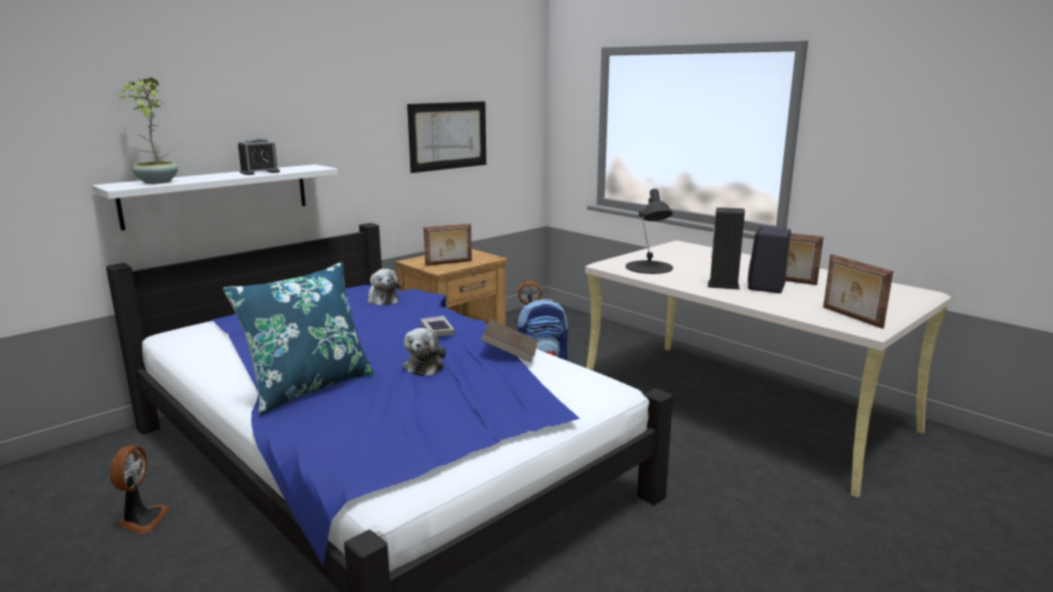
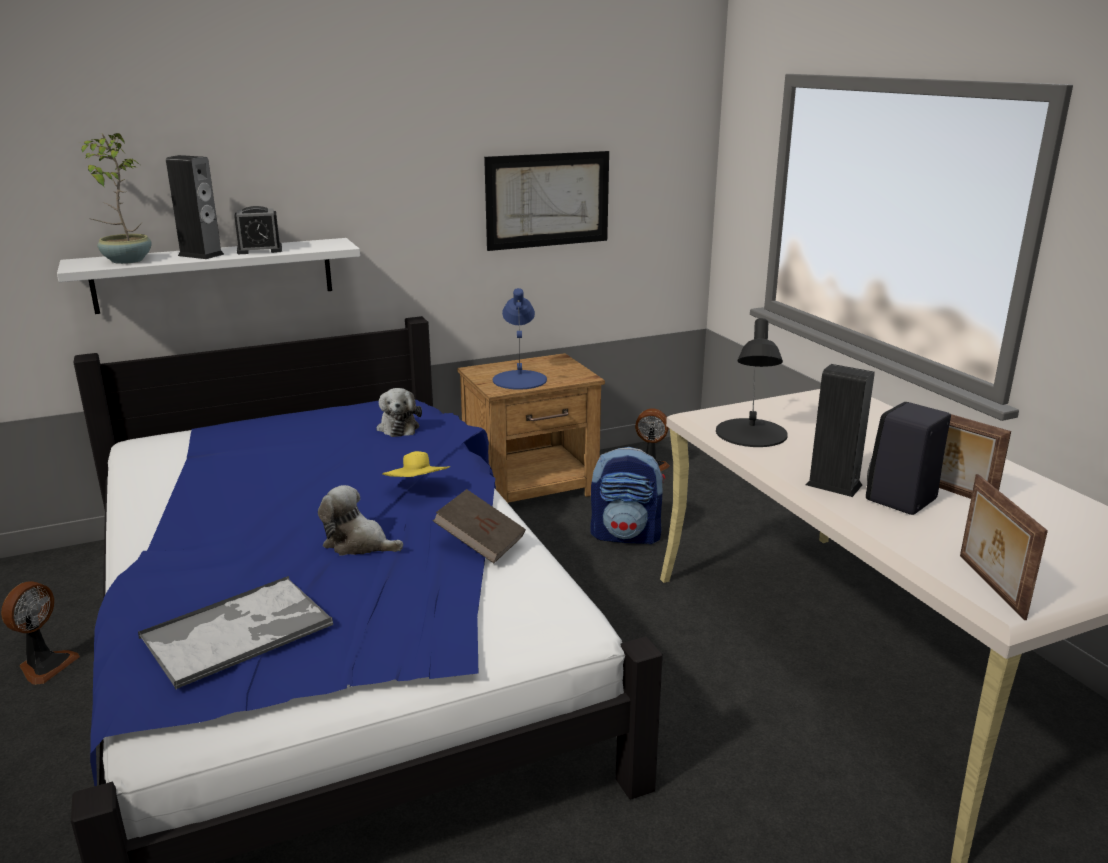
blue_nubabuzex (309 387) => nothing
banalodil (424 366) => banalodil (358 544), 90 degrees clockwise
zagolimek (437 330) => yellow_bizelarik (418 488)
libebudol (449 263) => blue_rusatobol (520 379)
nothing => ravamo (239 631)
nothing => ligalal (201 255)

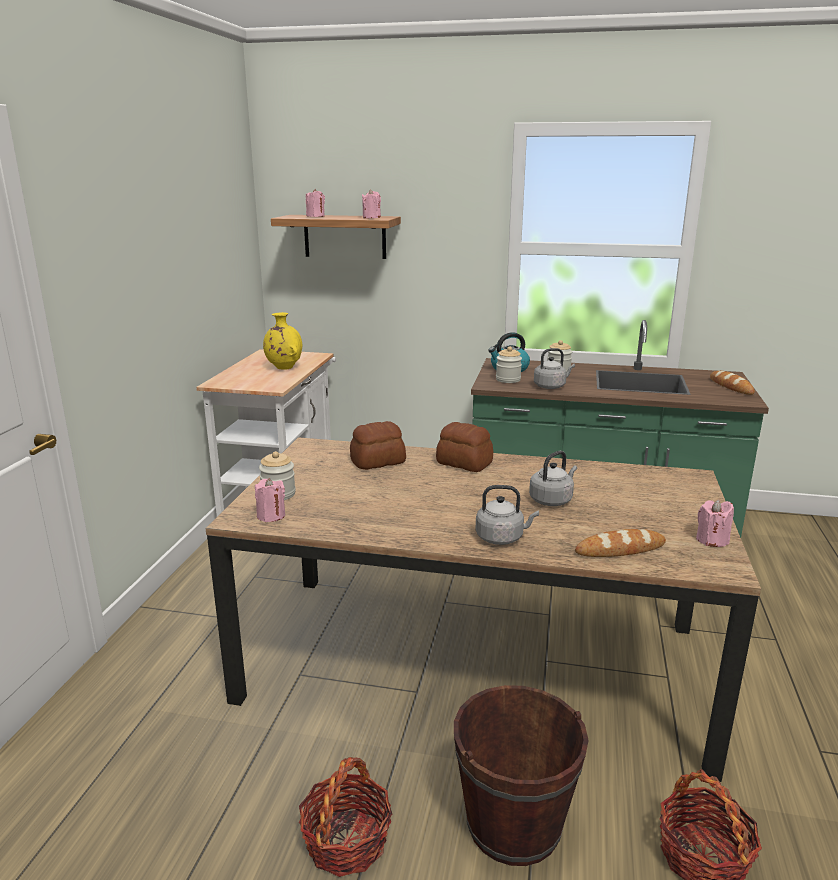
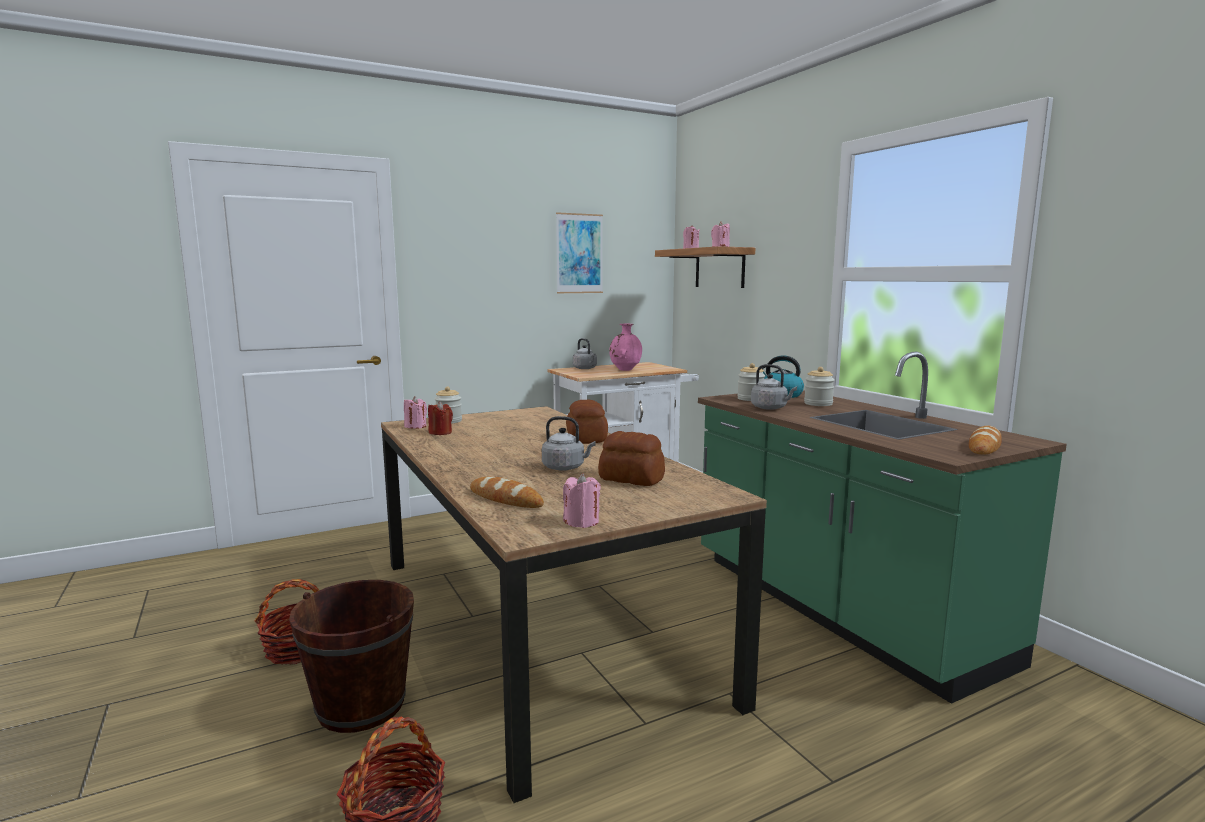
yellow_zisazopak (284 368) => pink_zisazopak (625 370)
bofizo (377 461) => bofizo (631 478), move
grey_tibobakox (502 538) => grey_tibobakox (585 368), move
nothing => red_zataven (440 432)
nothing => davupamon (579 253)

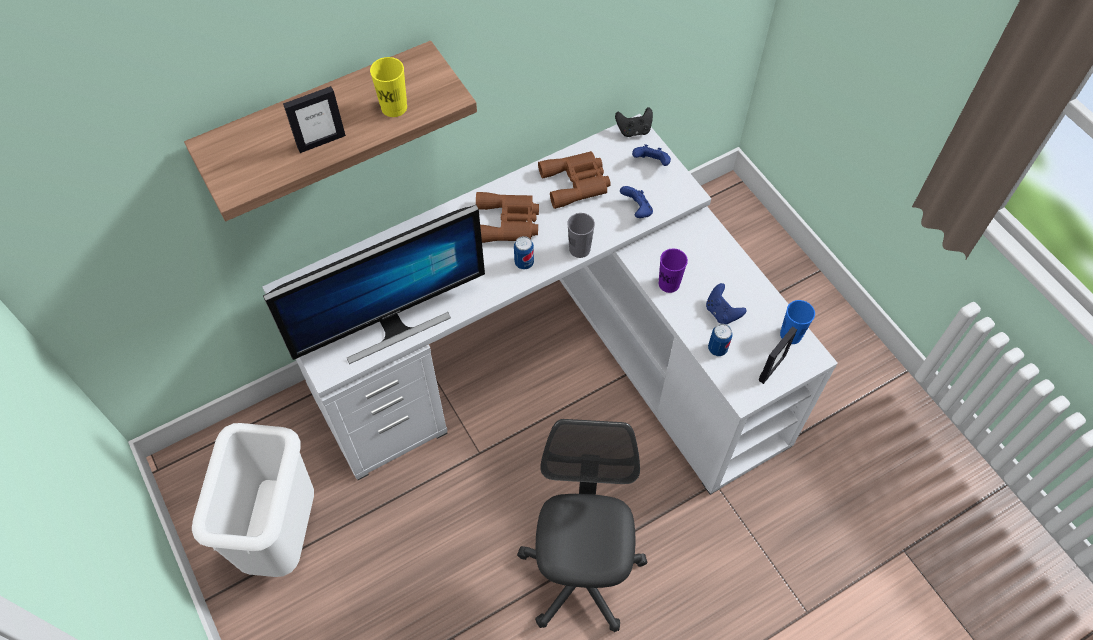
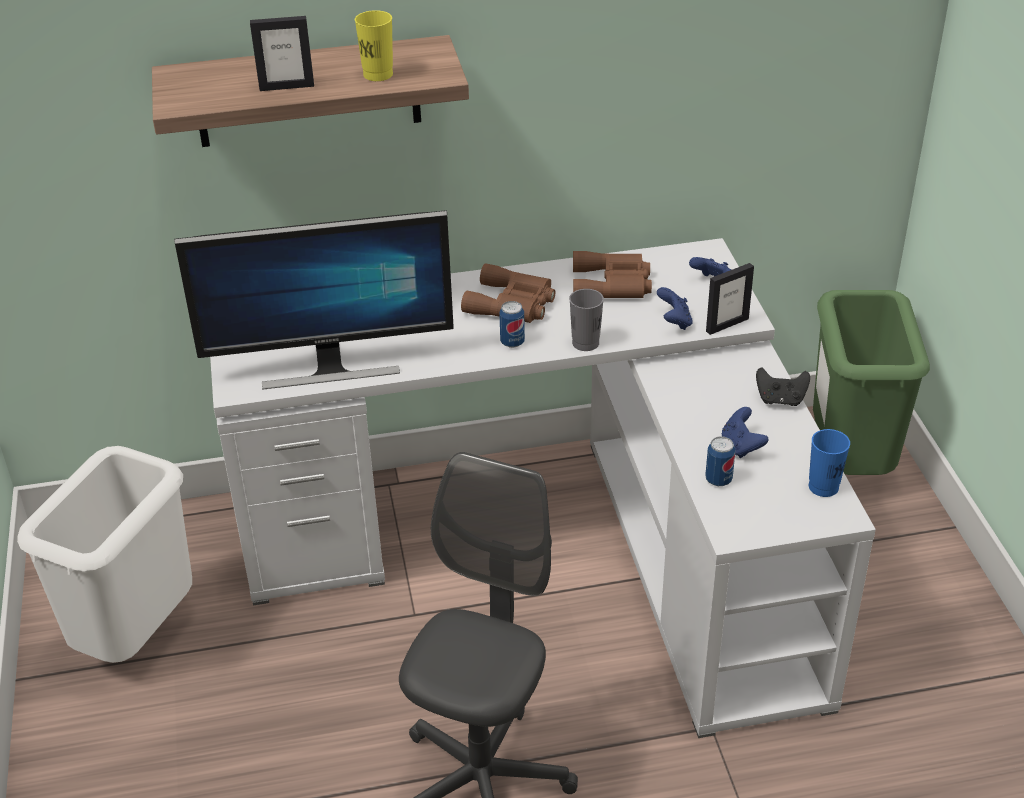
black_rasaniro (634 130) => black_rasaniro (780 400), move
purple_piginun (669 284) => nothing
libebudol (771 368) => libebudol (727 325), move
nothing => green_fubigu (847 464)

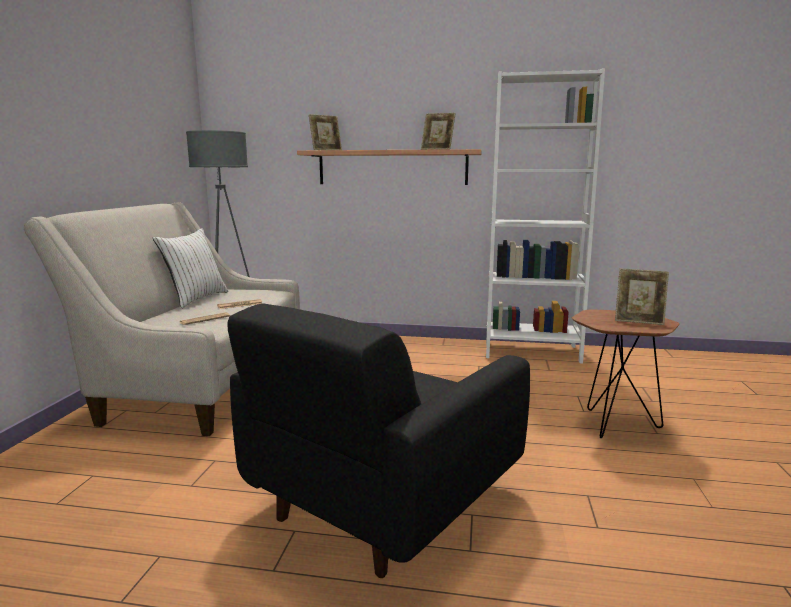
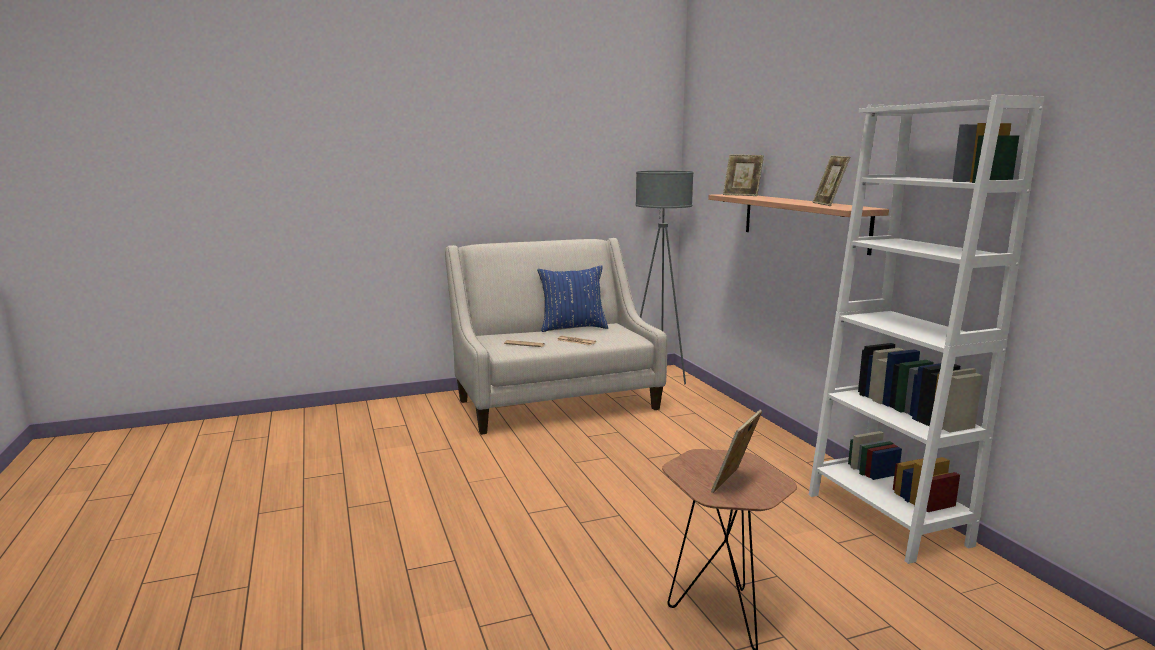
white_nubabuzex (196 299) => blue_nubabuzex (572 328)
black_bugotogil (381 501) => nothing
libebudol (638 321) => libebudol (734 483), 45 degrees clockwise

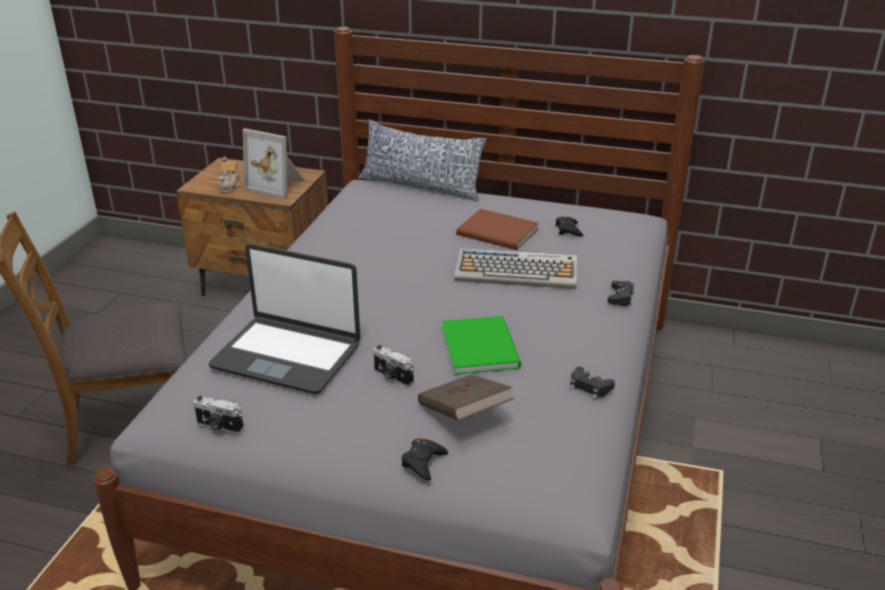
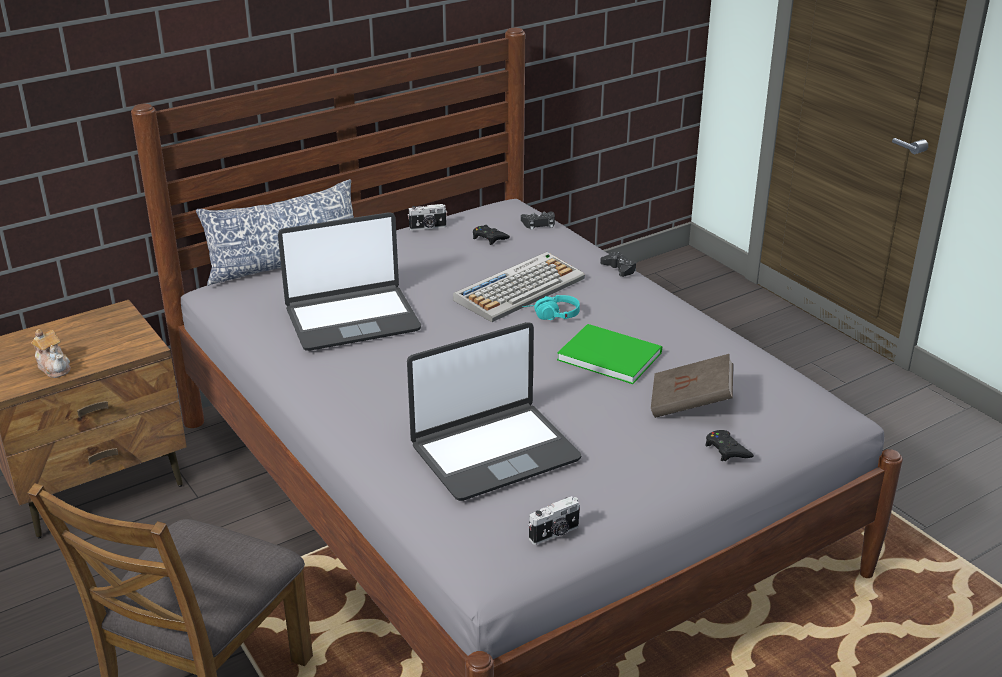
libebudol (278 185) => nothing
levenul (392 377) => levenul (428 227), move
brown_zagolimek (498 233) => nothing
black_rasaniro (589 387) => black_rasaniro (539 224), move
nothing => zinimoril (352 319)
nothing => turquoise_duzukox (551 316)

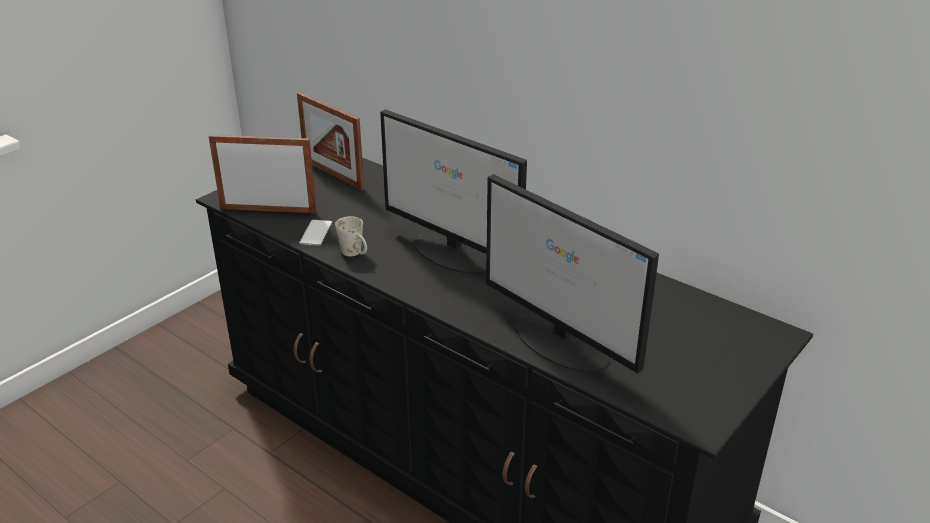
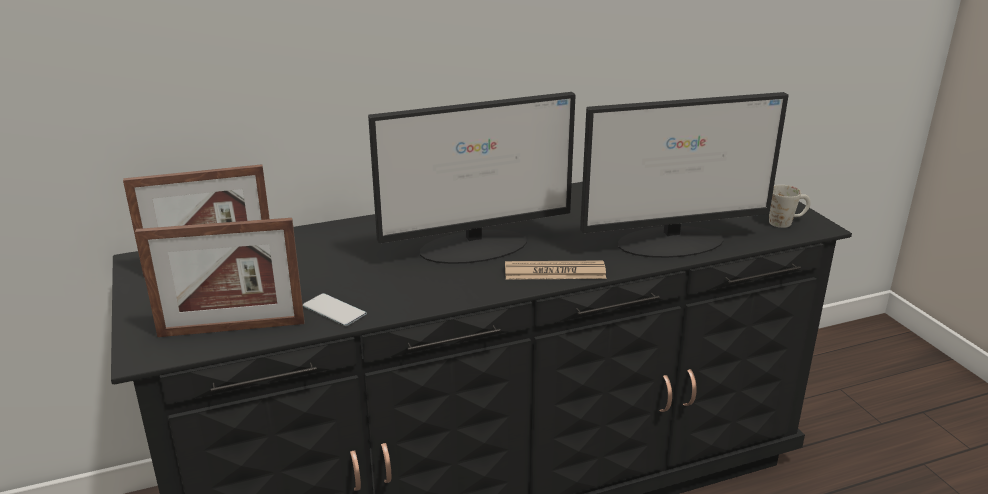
libebudol (268 210) => libebudol (232 328), 135 degrees counterclockwise
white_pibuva (355 254) => white_pibuva (786 222), move
nothing => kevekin (554 272)

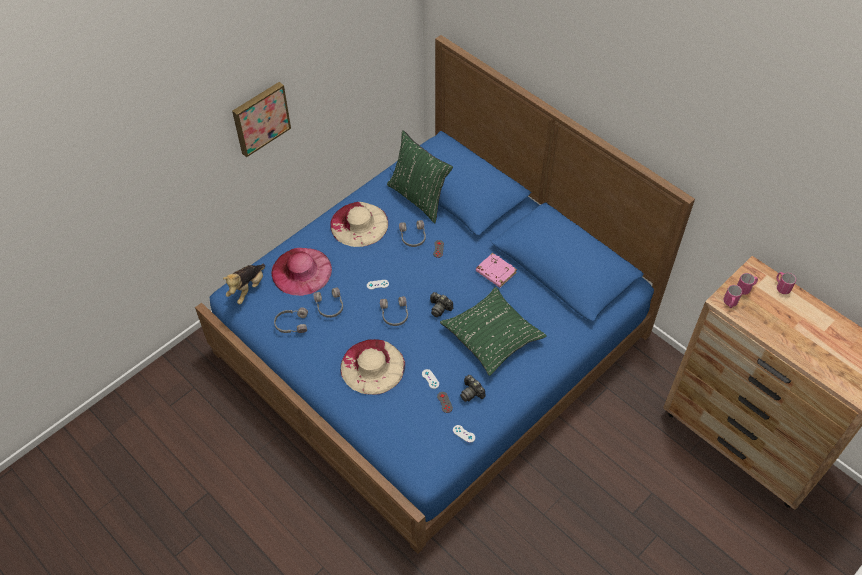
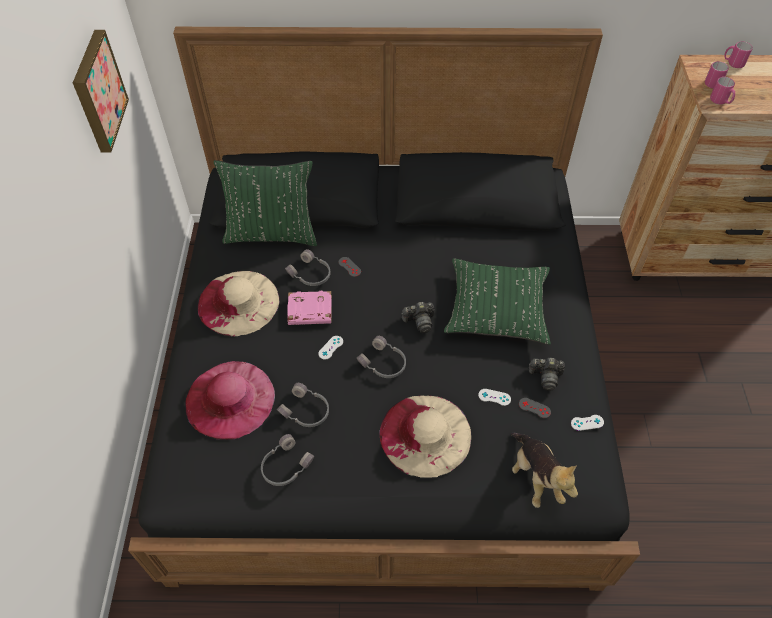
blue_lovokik (432 342) => black_lovokik (385 378)
banalodil (247 289) => banalodil (535 477), move
davupamon (260 118) => davupamon (97 91), move
pink_zagolimek (495 272) => pink_zagolimek (309 311), move

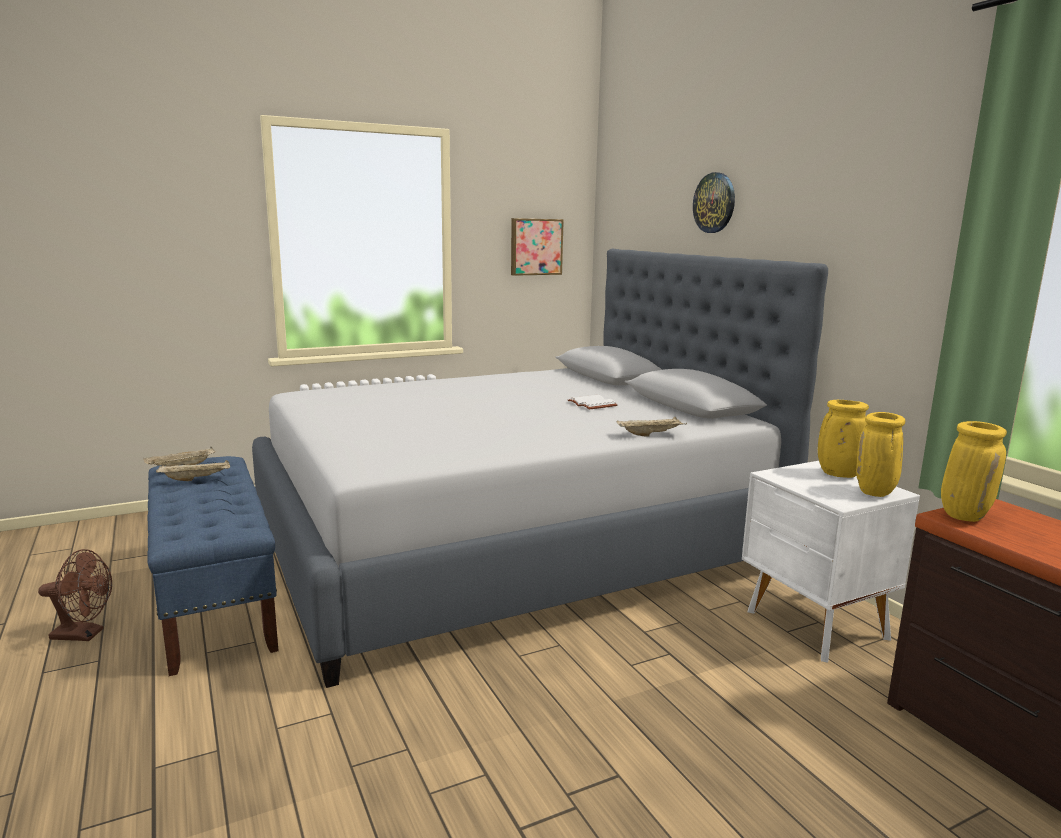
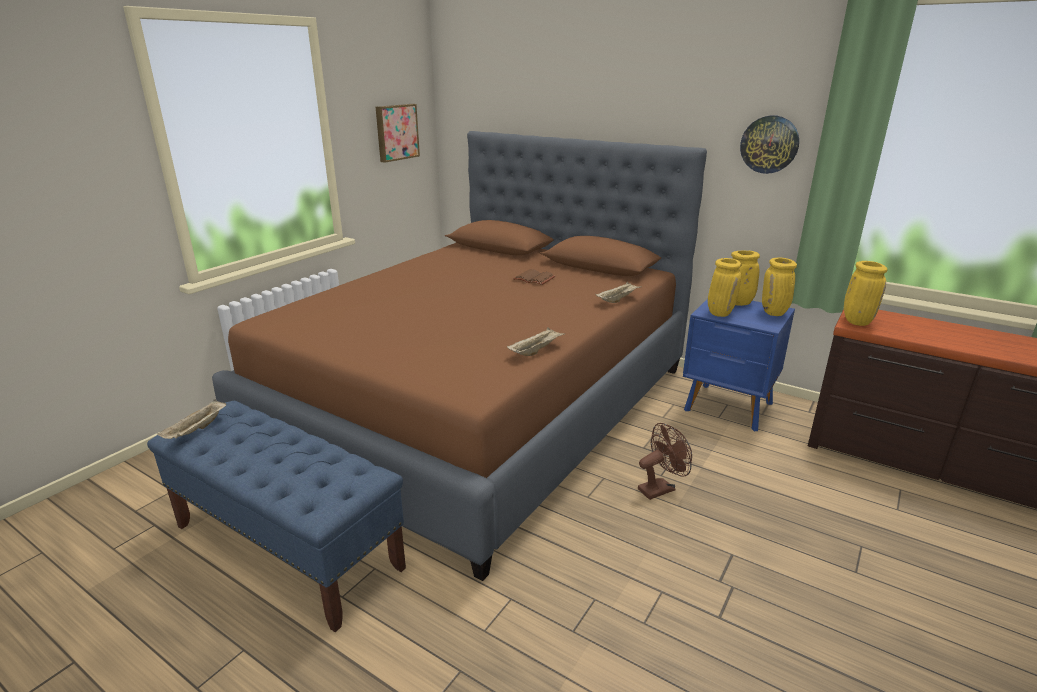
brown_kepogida (84 634) => brown_kepogida (660 488), move
beige_ravamo (196 479) => beige_ravamo (536 351), move
grey_lovokik (511 543) => brown_lovokik (481 406)
white_zagolimek (590 404) => brown_zagolimek (533 279)
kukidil (714 203) => kukidil (769 144), move
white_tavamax (816 626) => blue_tavamax (729 408)
nothing => yellow_zisazopak (720 313)

